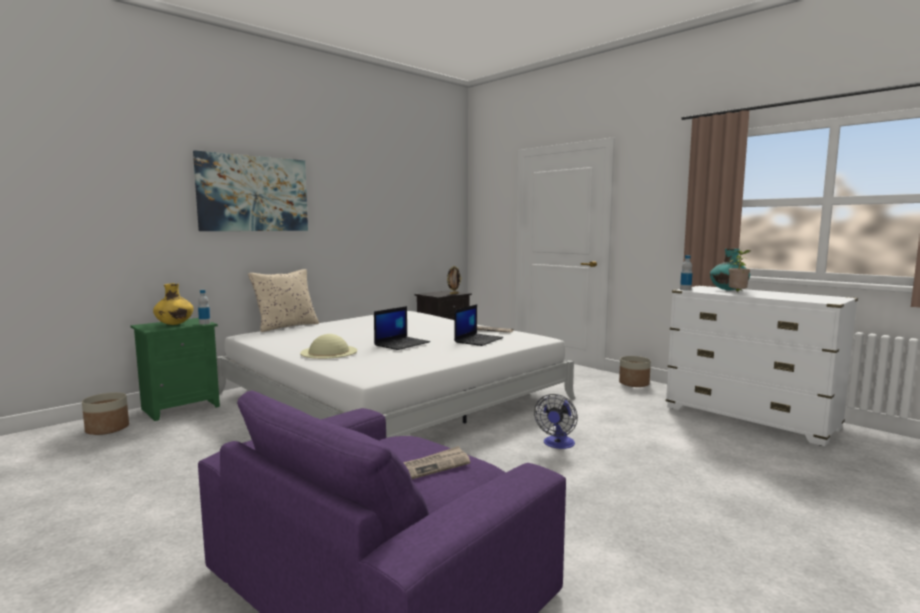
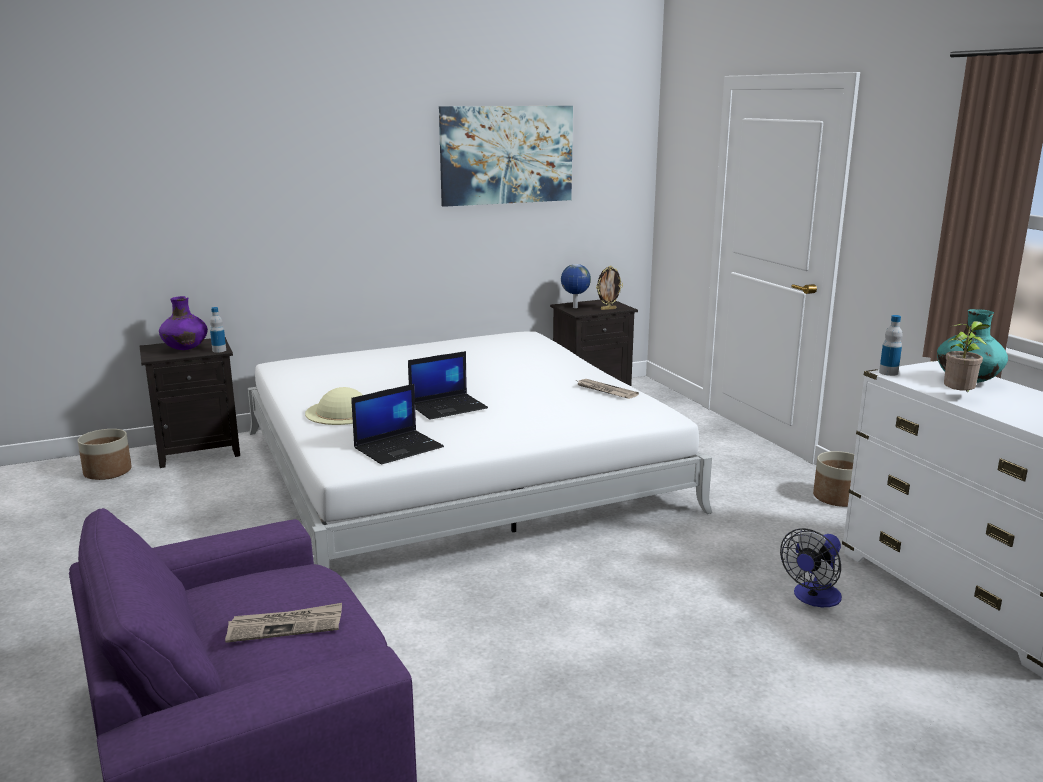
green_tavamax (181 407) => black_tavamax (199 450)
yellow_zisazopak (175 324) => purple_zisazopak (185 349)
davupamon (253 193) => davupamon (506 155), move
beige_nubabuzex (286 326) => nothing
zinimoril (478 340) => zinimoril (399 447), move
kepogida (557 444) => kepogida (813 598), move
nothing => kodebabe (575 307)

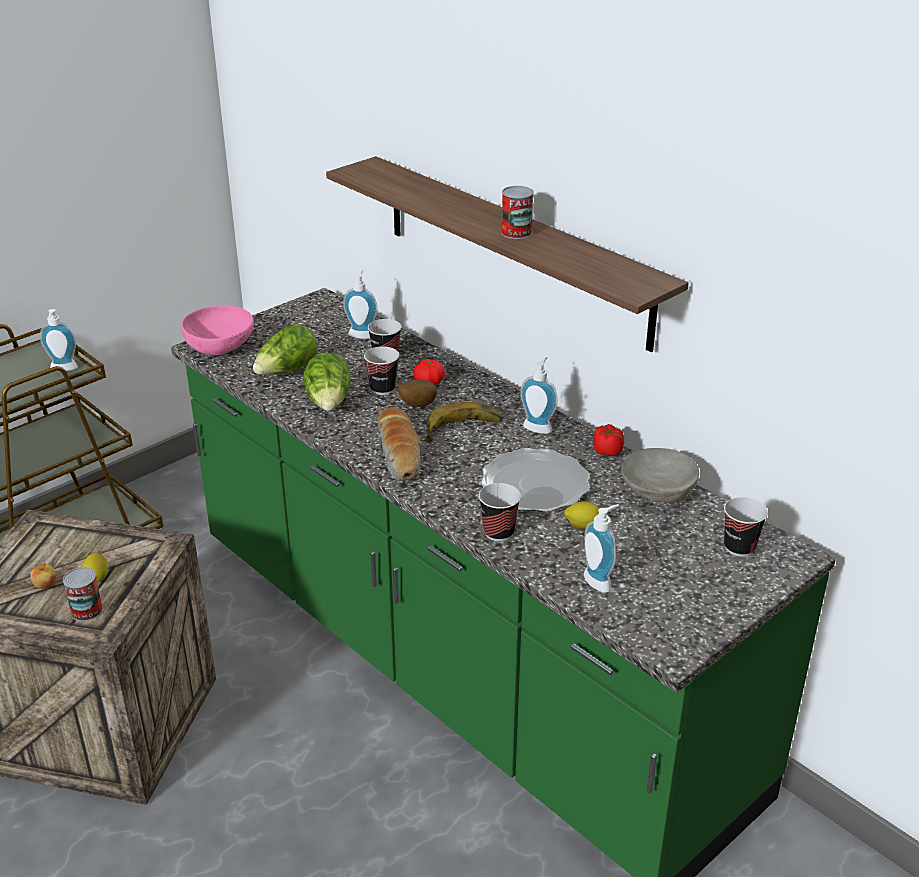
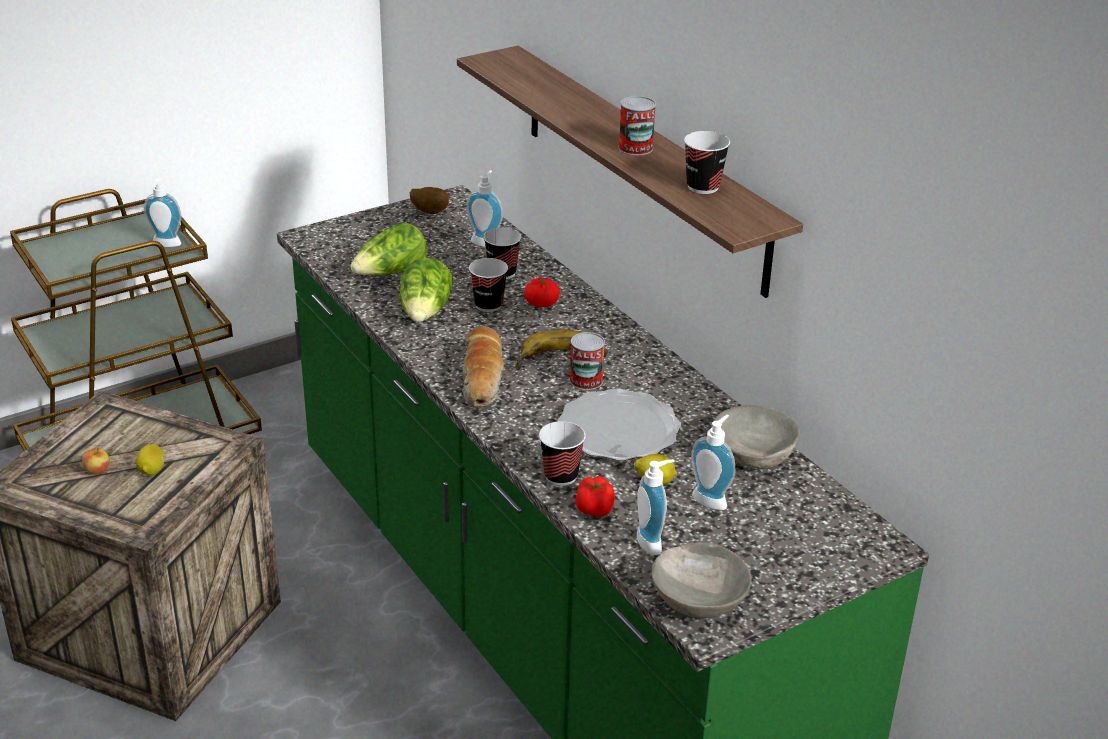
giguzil (86 610) => giguzil (586 380), move
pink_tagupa (221 348) => nothing
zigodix (417 405) => zigodix (429 212), move
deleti (539 426) => deleti (711 499), move
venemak (607 451) => venemak (595 509), move
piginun (739 547) => piginun (703 187), move
nothing => grey_tagupa (697 601)

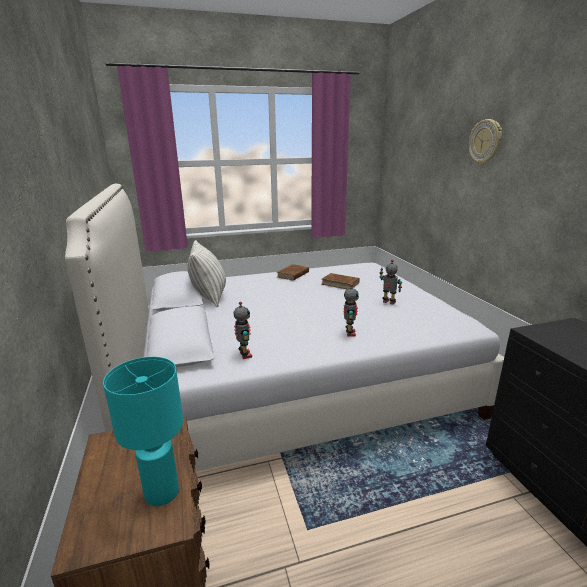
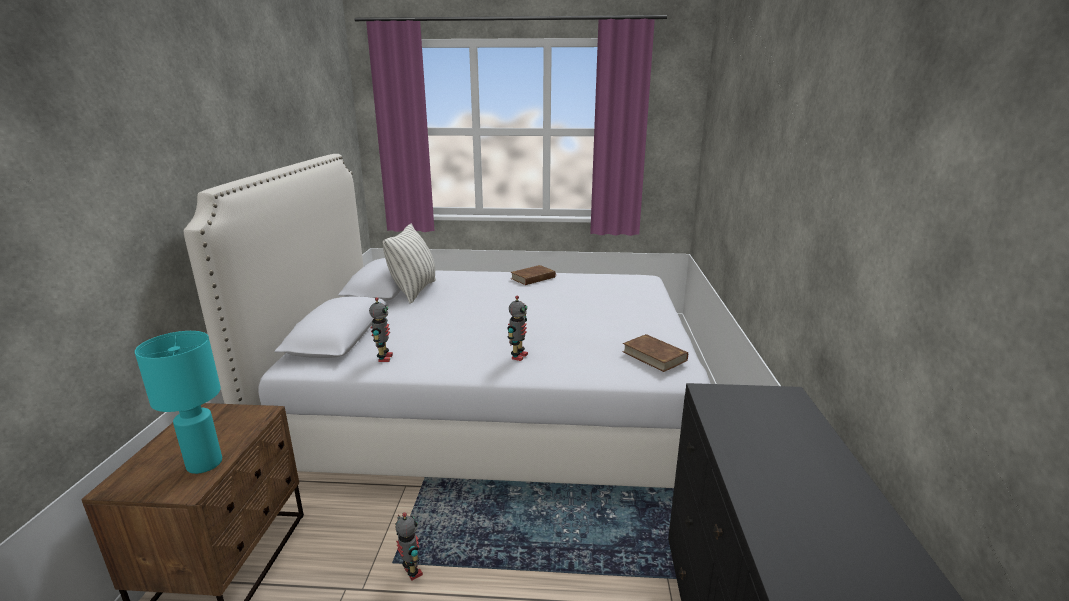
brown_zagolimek (340 283) => brown_zagolimek (654 356), move
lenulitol (388 302) => lenulitol (411 572), move
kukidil (485 142) => nothing

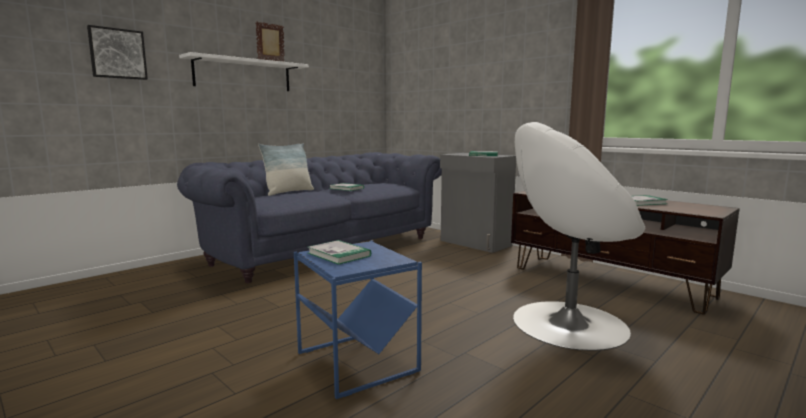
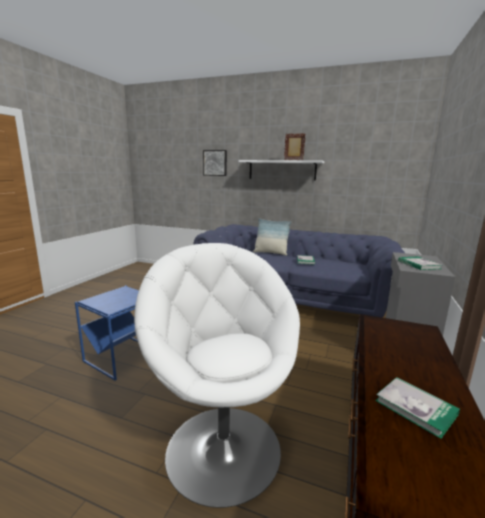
zagolimek (339 254) => nothing

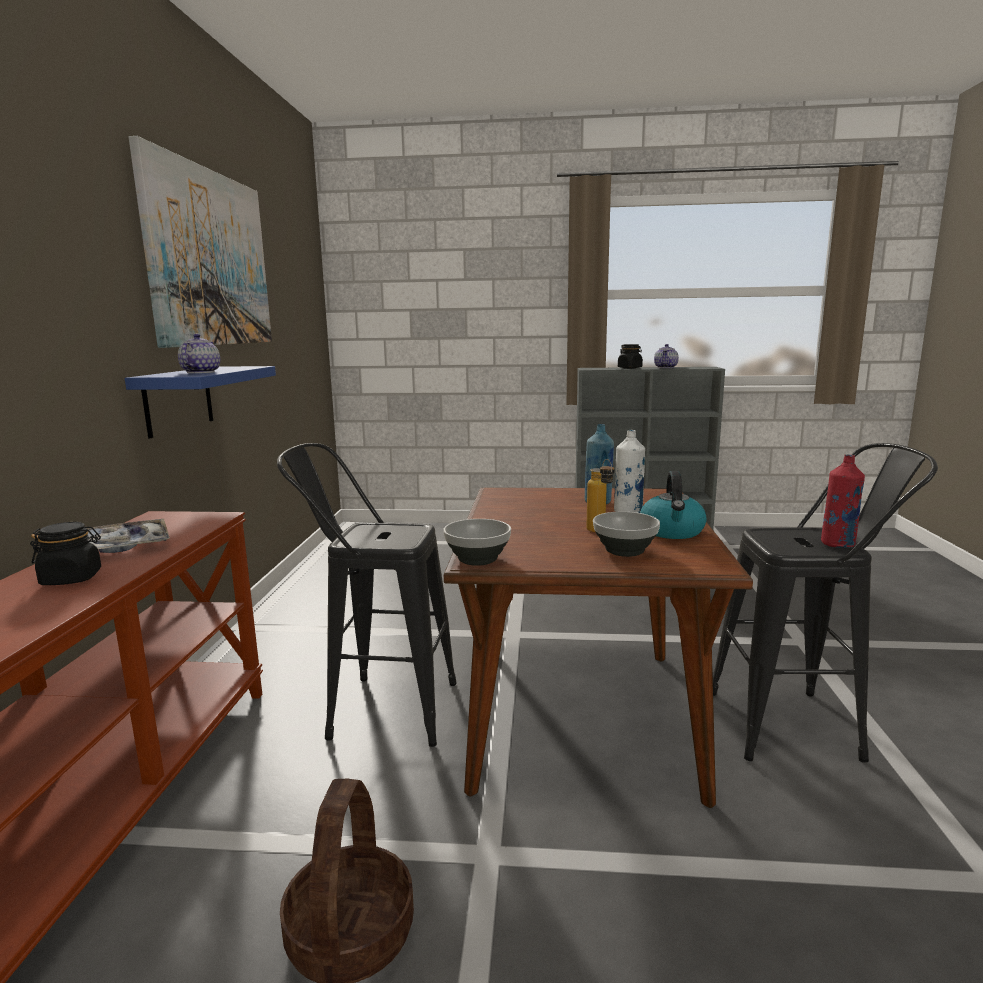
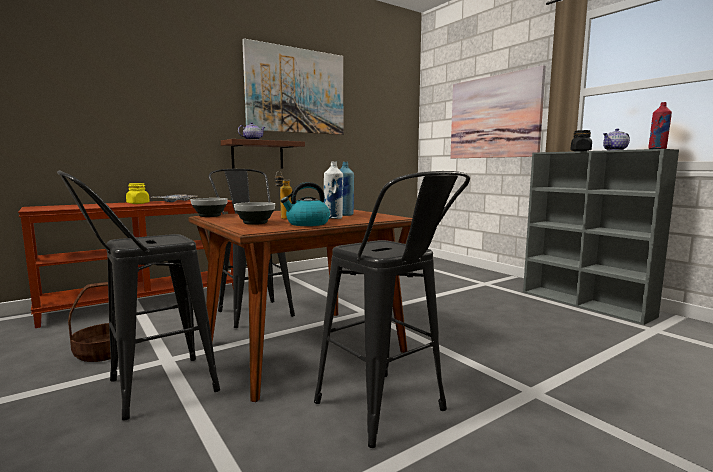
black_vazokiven (72 578) => yellow_vazokiven (138 203)
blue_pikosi (178 400) => brown_pikosi (257 155)
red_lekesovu (838 544) => red_lekesovu (657 149), move
nothing => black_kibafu (149 389)
nothing => davupamon (493 117)

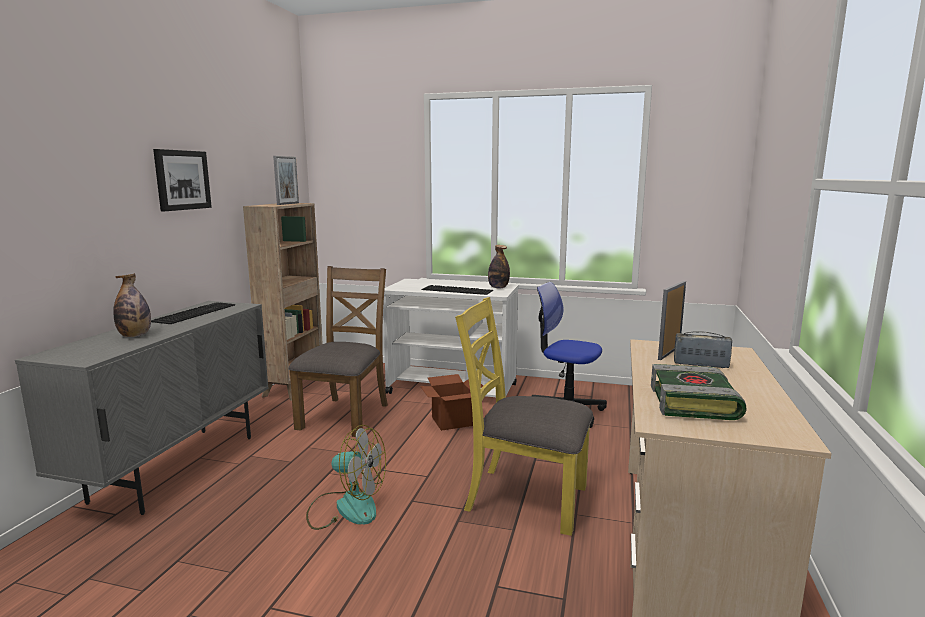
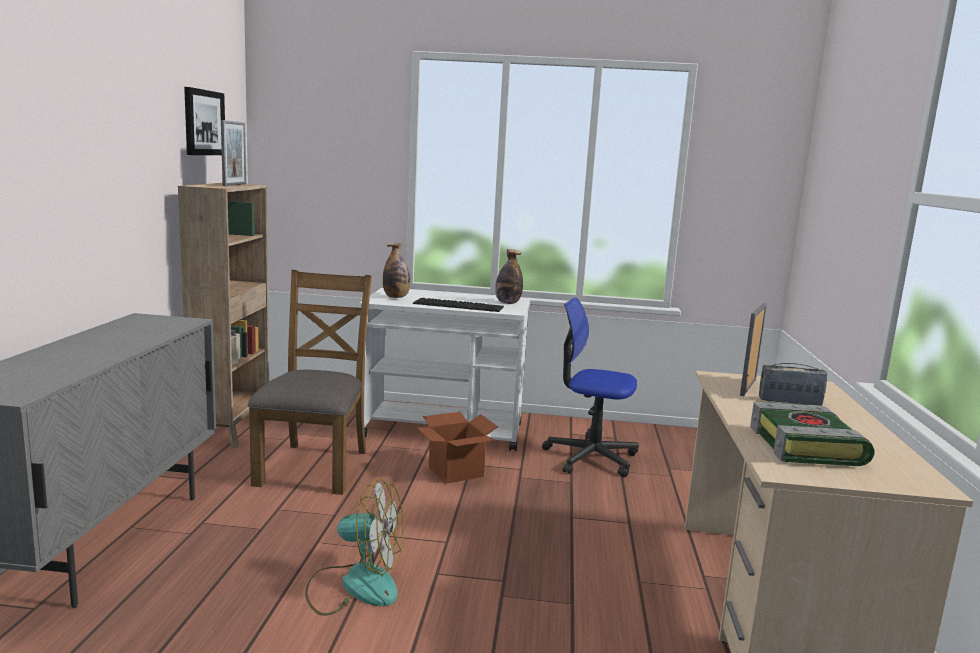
lekesovu (135 336) => lekesovu (396 297), move
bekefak (194 312) => nothing
davupamon (182 180) => davupamon (203 122), move
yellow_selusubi (525 498) => nothing

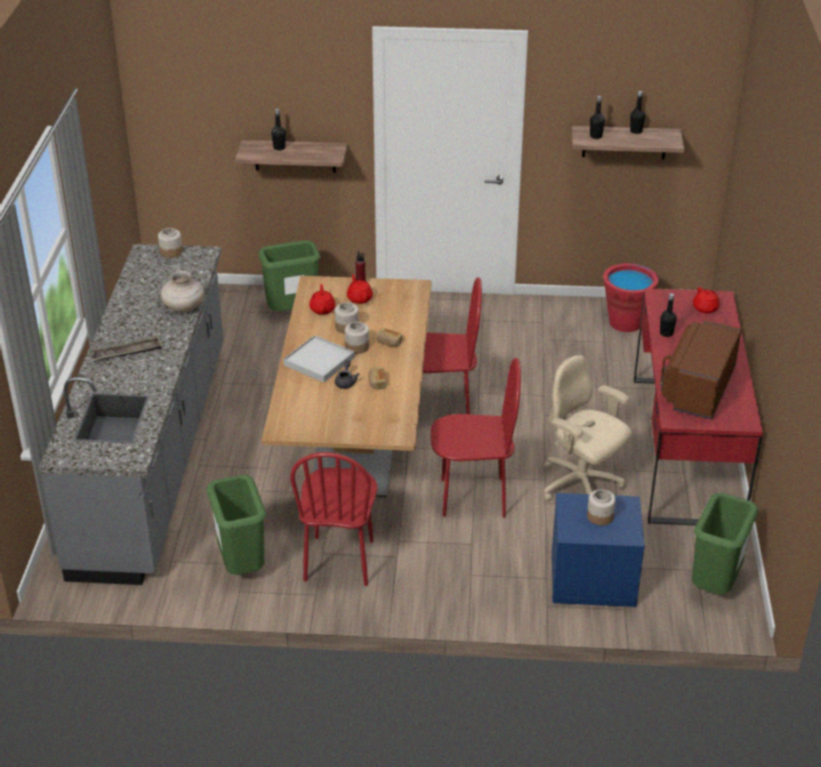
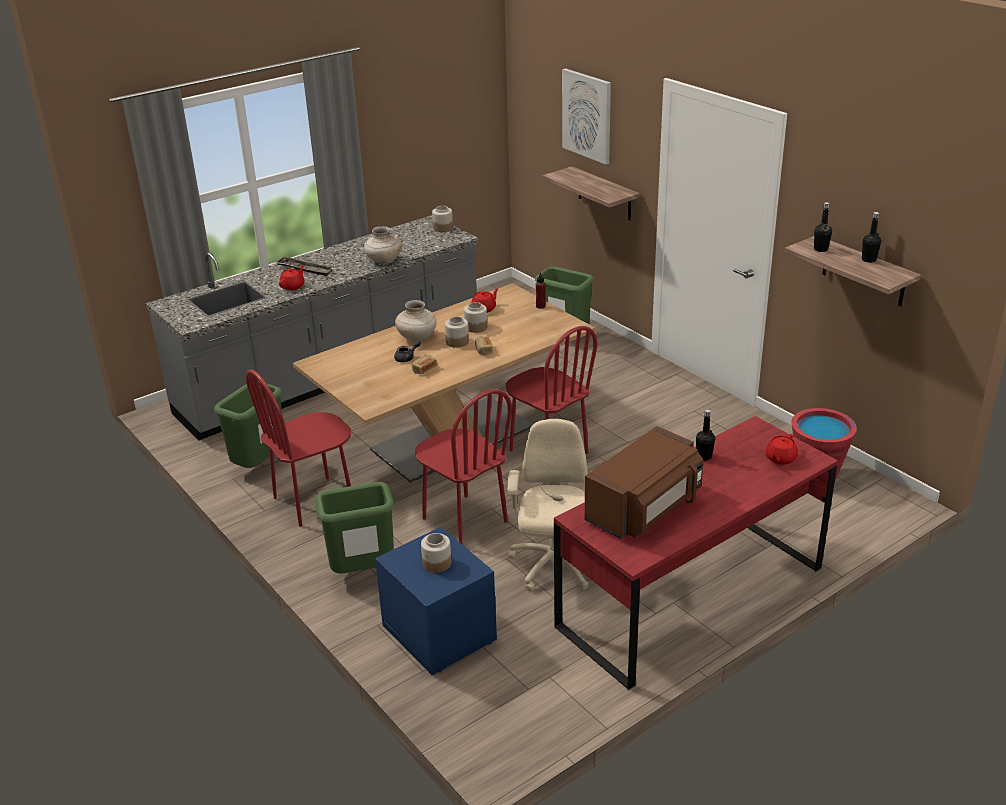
black_lekesovu (279 148) => nothing
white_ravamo (319 361) => beige_zisazopak (417 338)
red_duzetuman (359 298) => red_duzetuman (293 286), move
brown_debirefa (697 388) => brown_debirefa (645 509), 150 degrees clockwise
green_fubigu (715 587) => green_fubigu (362 574), move
nothing => davupamon (587 115)

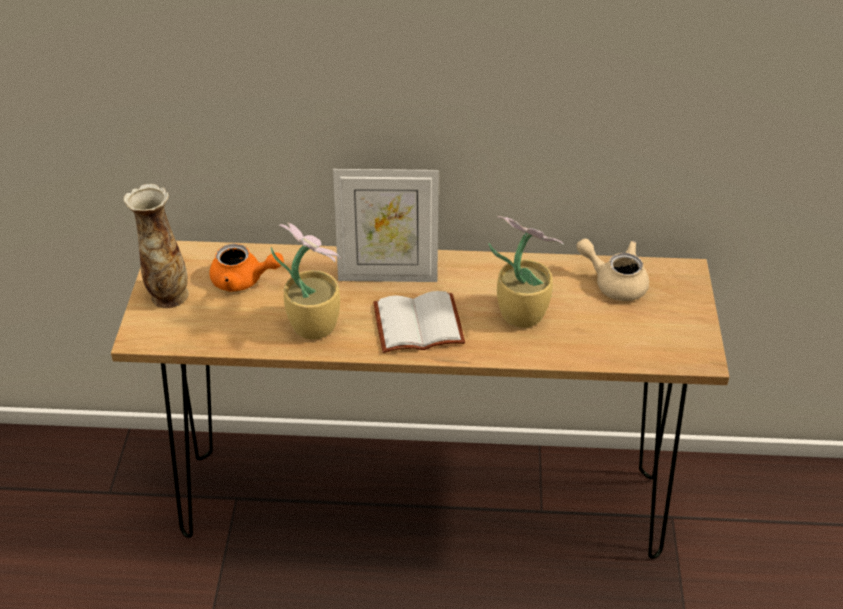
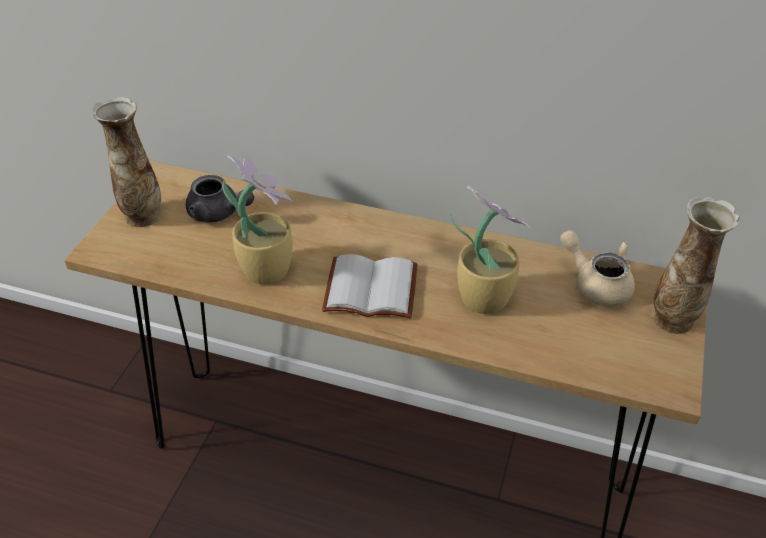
orange_duzetuman (244 280) => grey_duzetuman (219 213)
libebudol (388 274) => nothing
nothing => zisazopak (673 319)

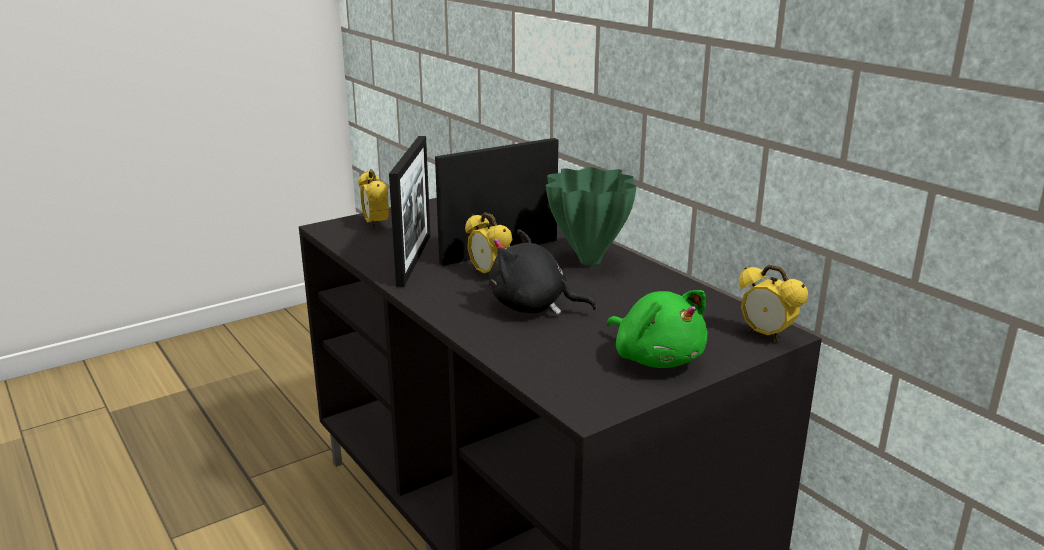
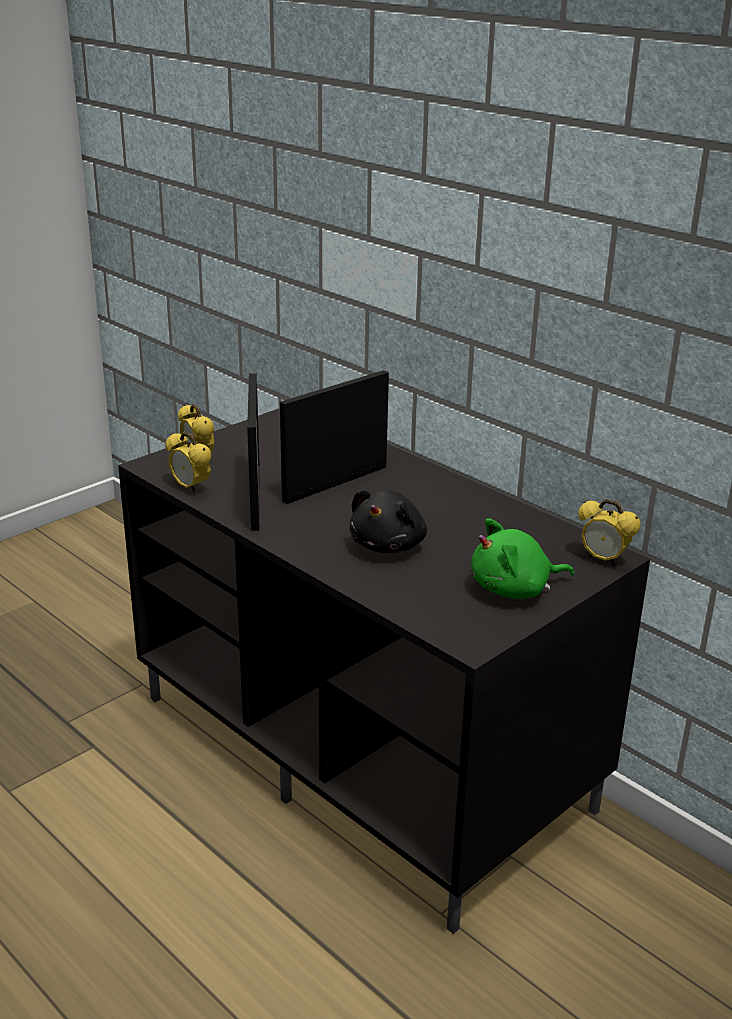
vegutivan (489 275) => vegutivan (190 488), move
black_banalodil (533 307) => black_banalodil (389 545), 75 degrees counterclockwise
green_zisazopak (589 260) => nothing
green_banalodil (656 358) => green_banalodil (514 589), 120 degrees clockwise

